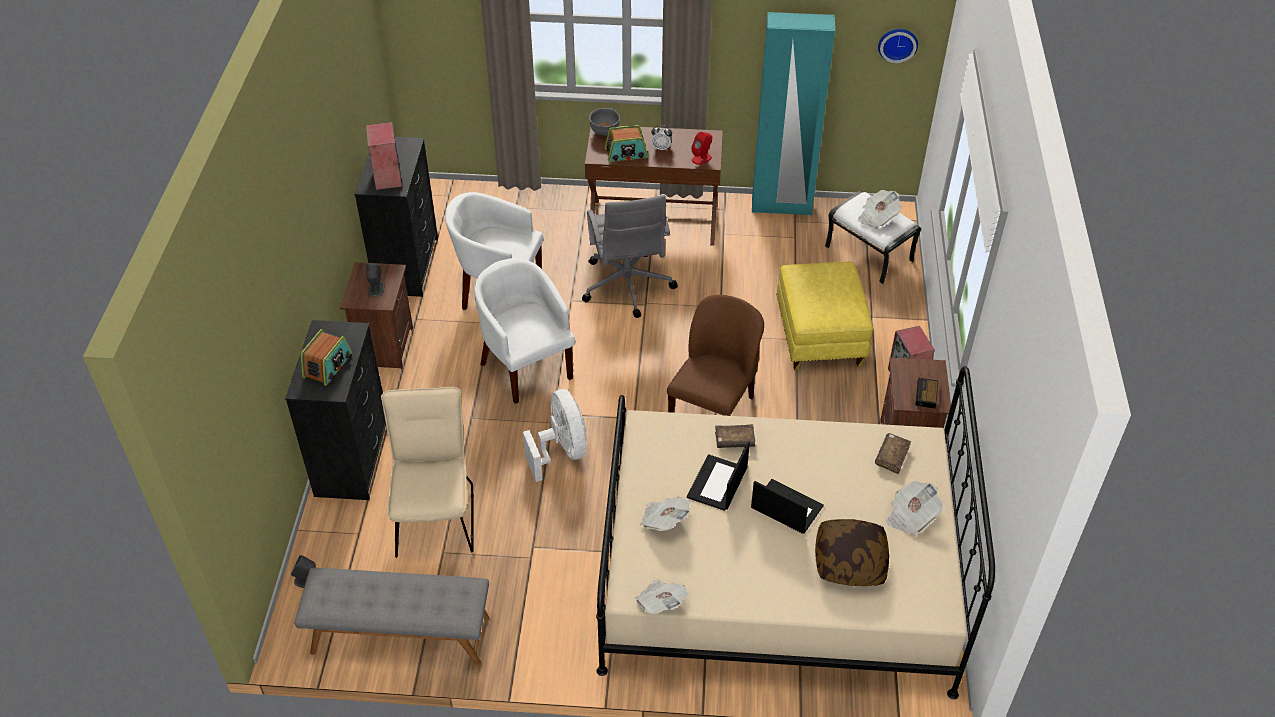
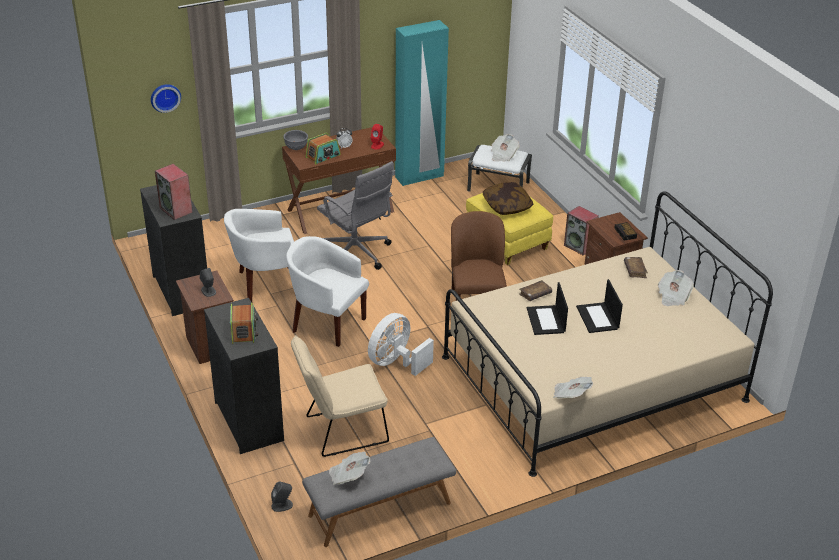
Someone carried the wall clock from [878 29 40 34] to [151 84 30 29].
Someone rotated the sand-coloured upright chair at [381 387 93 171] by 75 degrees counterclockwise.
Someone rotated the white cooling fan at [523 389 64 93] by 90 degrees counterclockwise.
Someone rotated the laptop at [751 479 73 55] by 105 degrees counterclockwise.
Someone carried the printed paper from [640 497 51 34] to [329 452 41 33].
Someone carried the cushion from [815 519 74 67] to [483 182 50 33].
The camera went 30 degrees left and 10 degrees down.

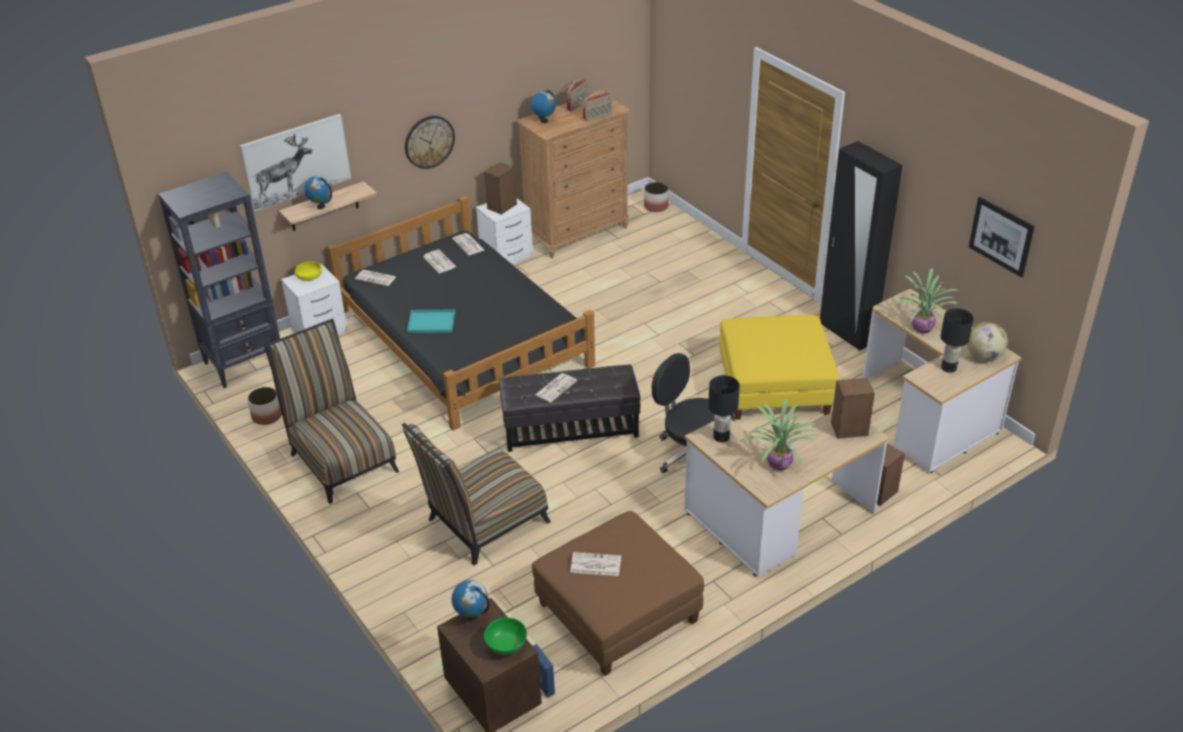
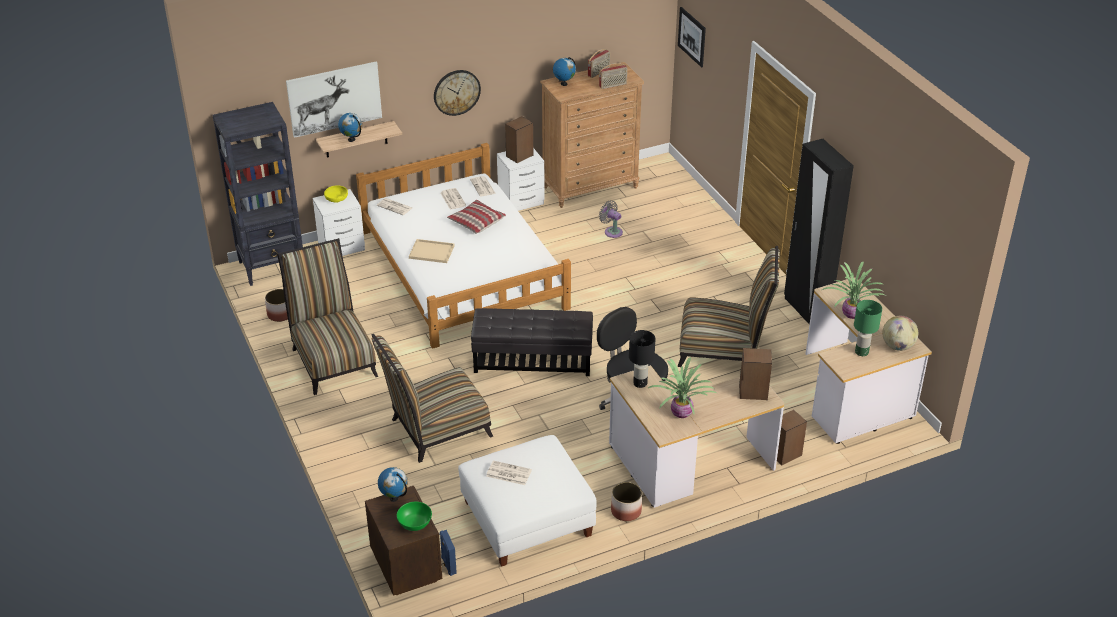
Someone carried the flower pot from [644 182 25 30] to [611 482 31 39].
Someone repainted the black sleeping bed at [327 196 268 235], which became the white sleeping bed at [356 143 215 206].
Someone carried the wall picture from [969 197 66 80] to [678 7 28 60].
Someone repainted the black lamp for a table at [940 308 34 65], which became the greenish lamp for a table at [854 300 28 56].
Someone repainted the turquoise-coloured serving tray at [407 310 48 23], which became the sand-coloured serving tray at [409 239 46 24].
Someone swapped the yellowish ottoman at [719 315 120 105] for the upright chair at [678 246 102 121].
Someone took away the printed paper at [535 373 42 29].
Someone repainted the brown-coloured ottoman at [532 511 172 165], which became the white ottoman at [458 435 139 132].
Someone put down the cushion at [447 200 59 34].
Someone put down the greyish cooling fan at [599 201 24 37].
The camera went 10 degrees right and 0 degrees up.

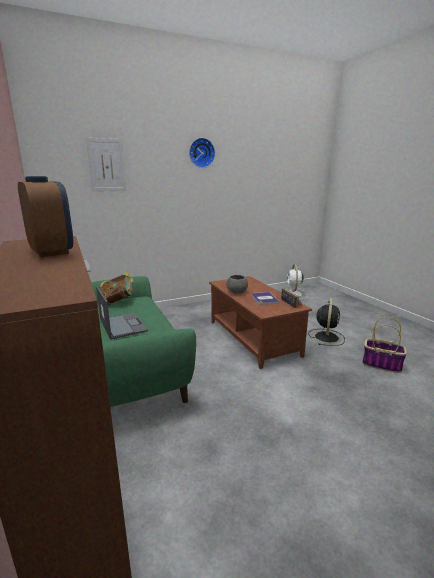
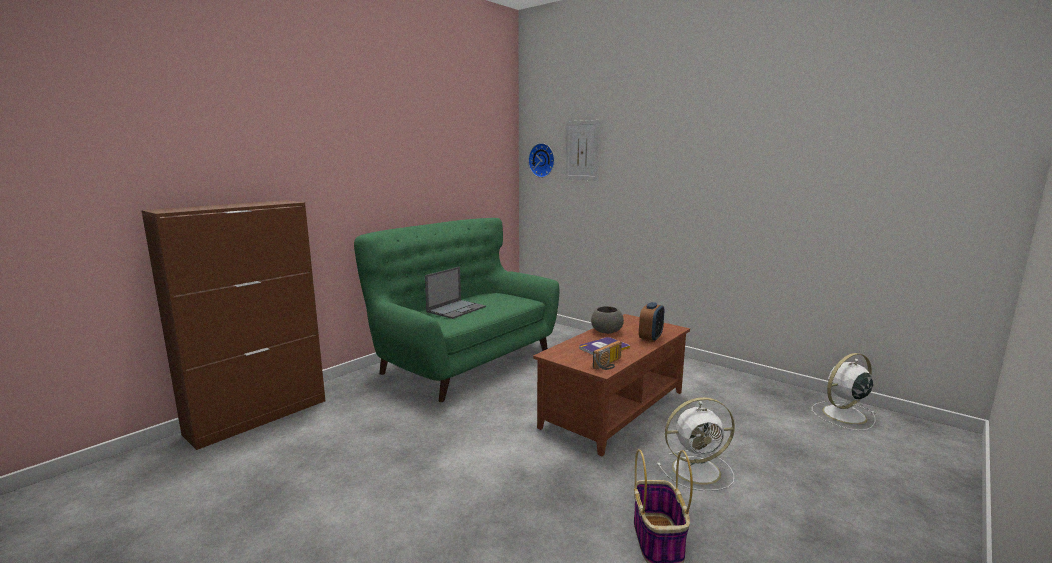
Someone carried the wall clock from [189 138 26 30] to [528 143 27 35].
Someone carried the alarm clock from [18 176 55 81] to [639 302 25 40].
Someone took away the bound book at [100 272 34 33].
Someone repainted the black cooling fan at [308 298 37 48], which became the white cooling fan at [657 397 78 94].
The camera went 65 degrees right and 5 degrees down.

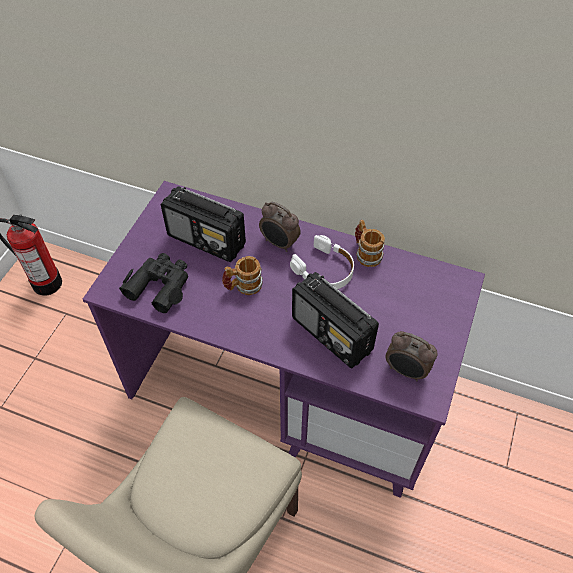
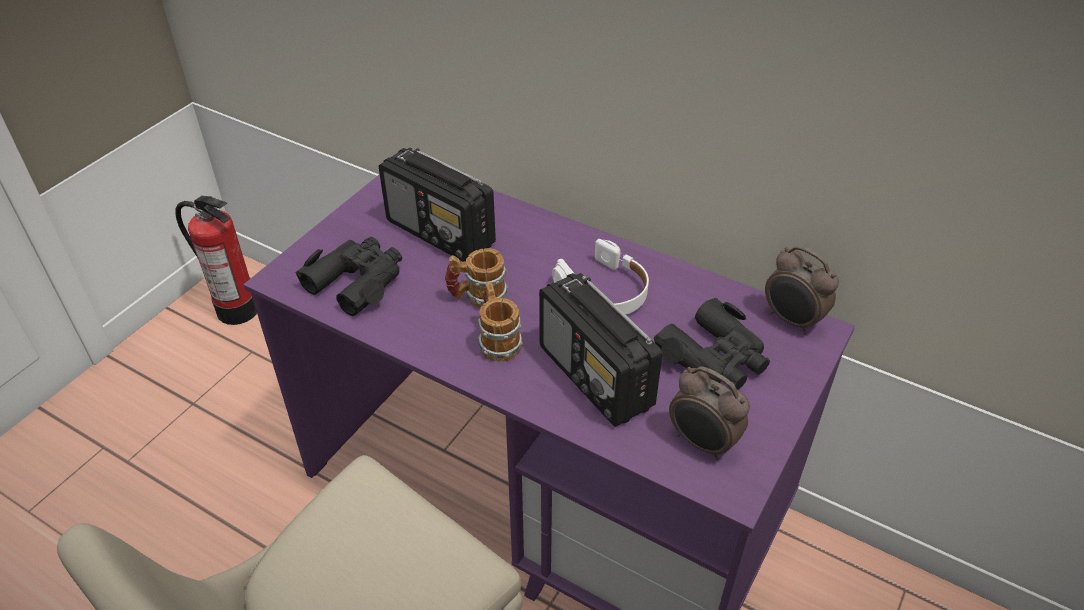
Someone carried the alarm clock from [259 202 42 50] to [765 246 74 88].
Someone carried the tea mug from [355 220 30 47] to [478 282 45 80].
Someone put down the black pair of binoculars at [654 298 116 92].
The camera went 10 degrees right and 10 degrees down.

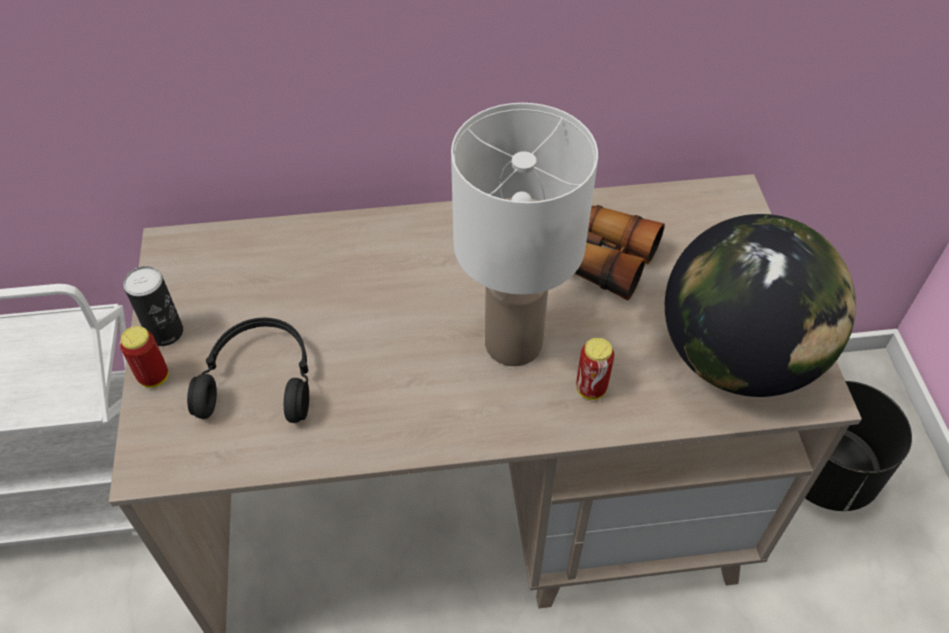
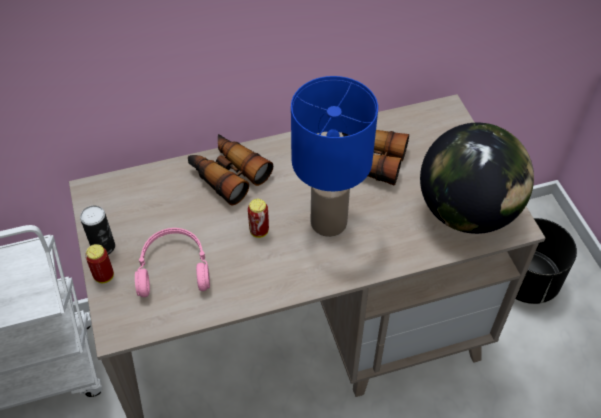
Someone repainted the white lamp for a table at [451 103 147 263], which became the blue-coloured lamp for a table at [291 76 87 161].
Someone repainted the black headphones at [187 318 122 105], which became the pinkish headphones at [135 228 75 69].
Someone carried the can from [576 338 38 62] to [248 199 21 39].
Someone put down the pair of binoculars at [188 134 85 71].
The camera went 10 degrees left and 0 degrees up.

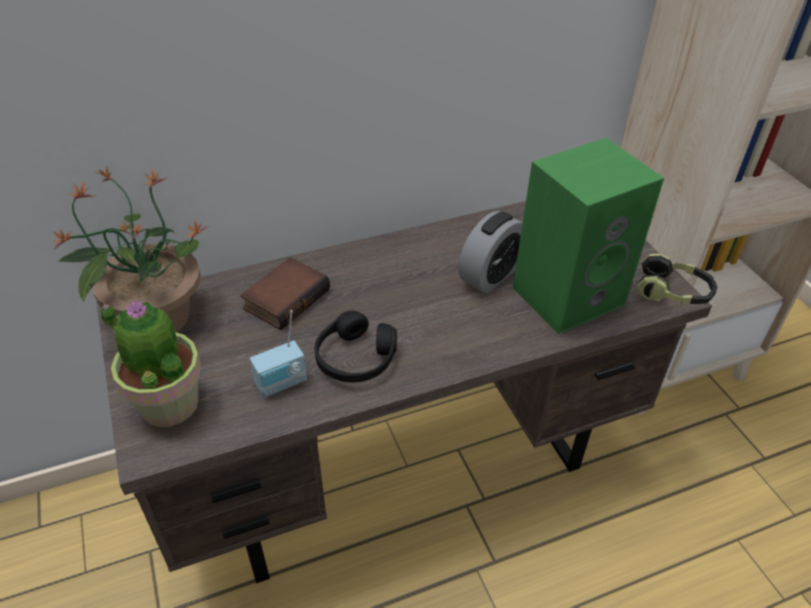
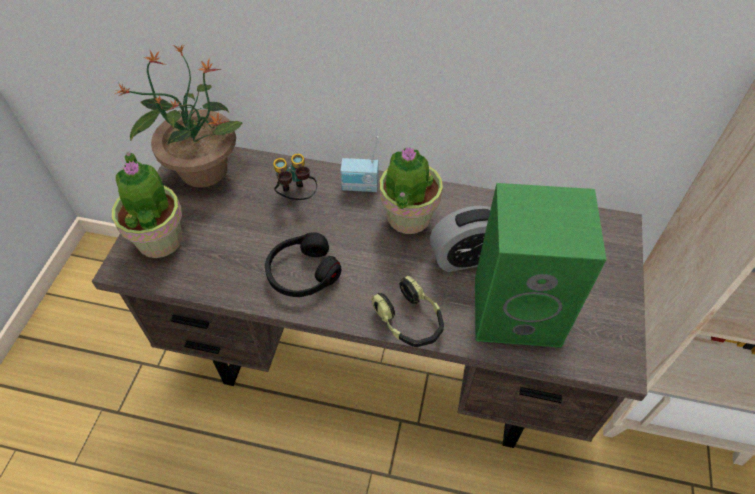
Someone carried the headphones from [637 253 80 52] to [371 276 73 71].
Someone swapped the bound book at [240 257 90 73] for the pair of binoculars at [273 154 44 46].
Someone carried the radio receiver from [250 310 57 88] to [340 136 39 56].
Someone put down the potted plant at [380 147 63 87].
The camera went 35 degrees right and 10 degrees up.

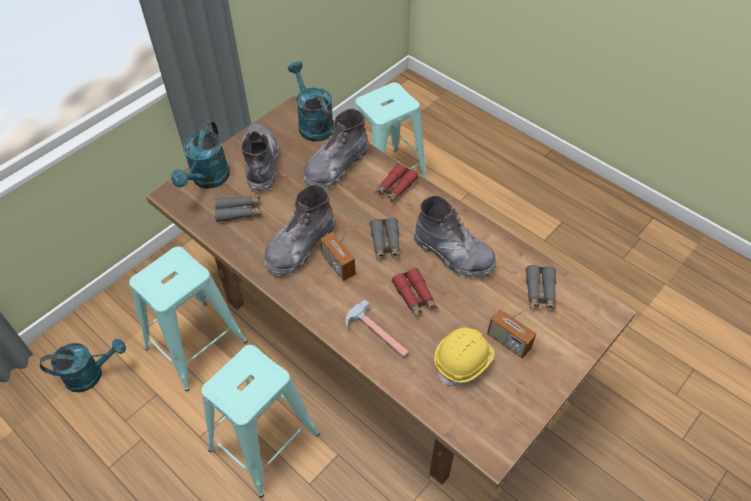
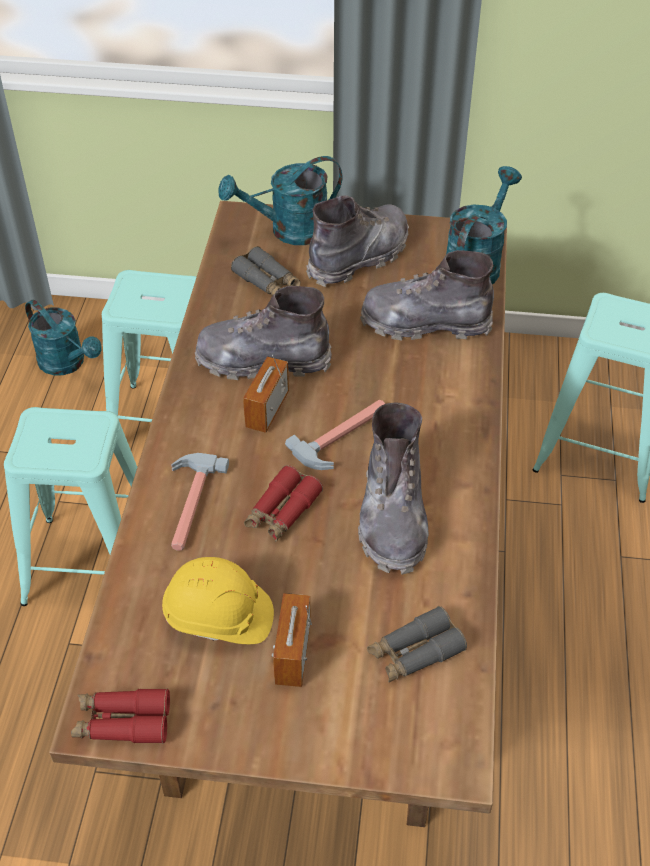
Someone carried the reddish pair of binoculars from [375 163 43 40] to [71 688 99 56].
Someone swapped the greyish pair of binoculars at [370 218 30 42] for the hand hammer at [285 400 100 70].
The camera went 55 degrees right and 5 degrees down.

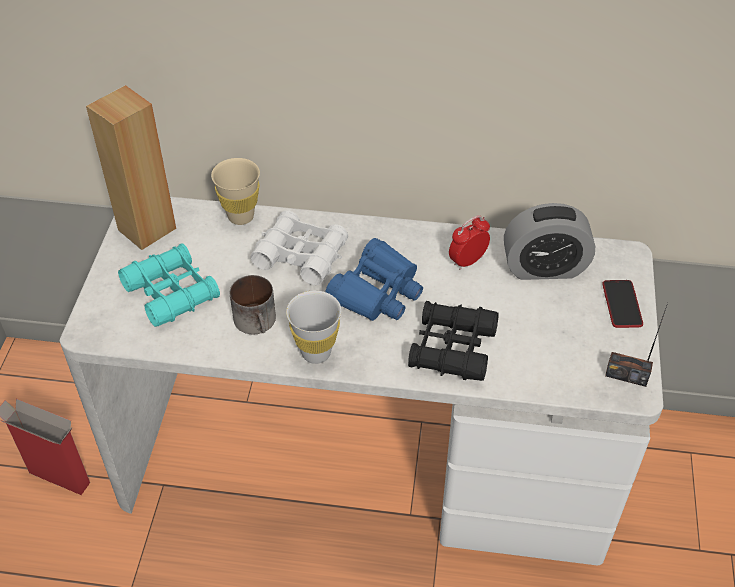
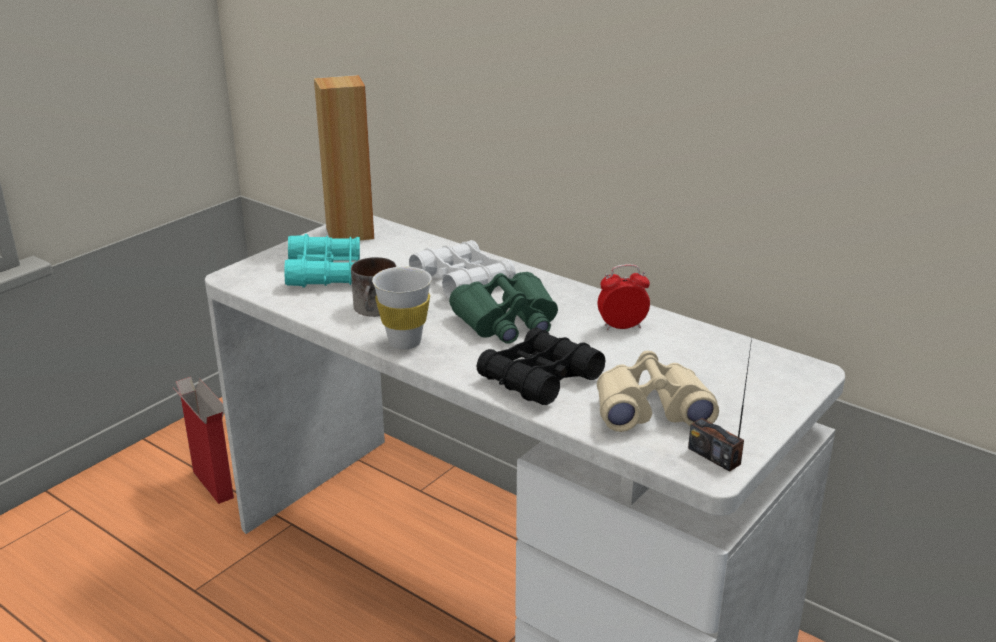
Someone took away the sand-coloured cup at [211 158 49 67].
Someone took away the alarm clock at [504 203 91 77].
Someone repainted the blue-coloured pair of binoculars at [325 238 98 83], which became the greenish pair of binoculars at [449 272 109 72].
Someone took away the telephone at [602 280 41 48].
Someone put down the sand-coloured pair of binoculars at [597 351 122 81].
The camera went 30 degrees right and 20 degrees down.

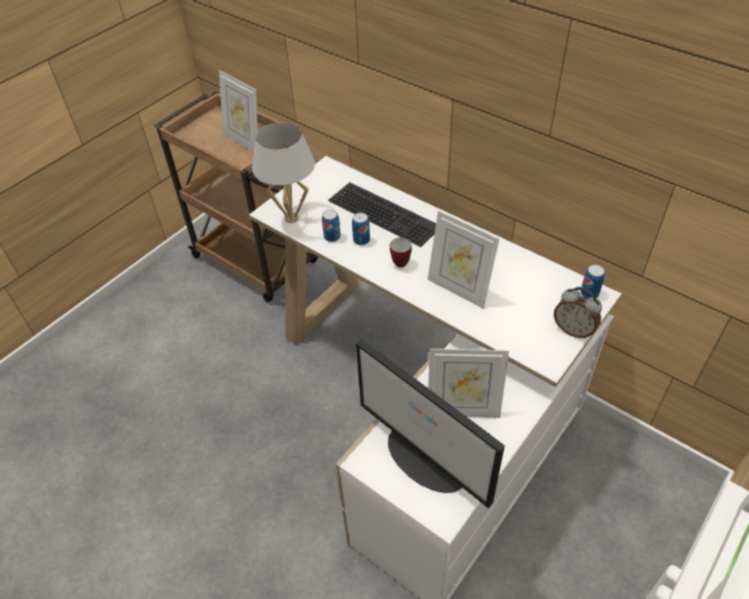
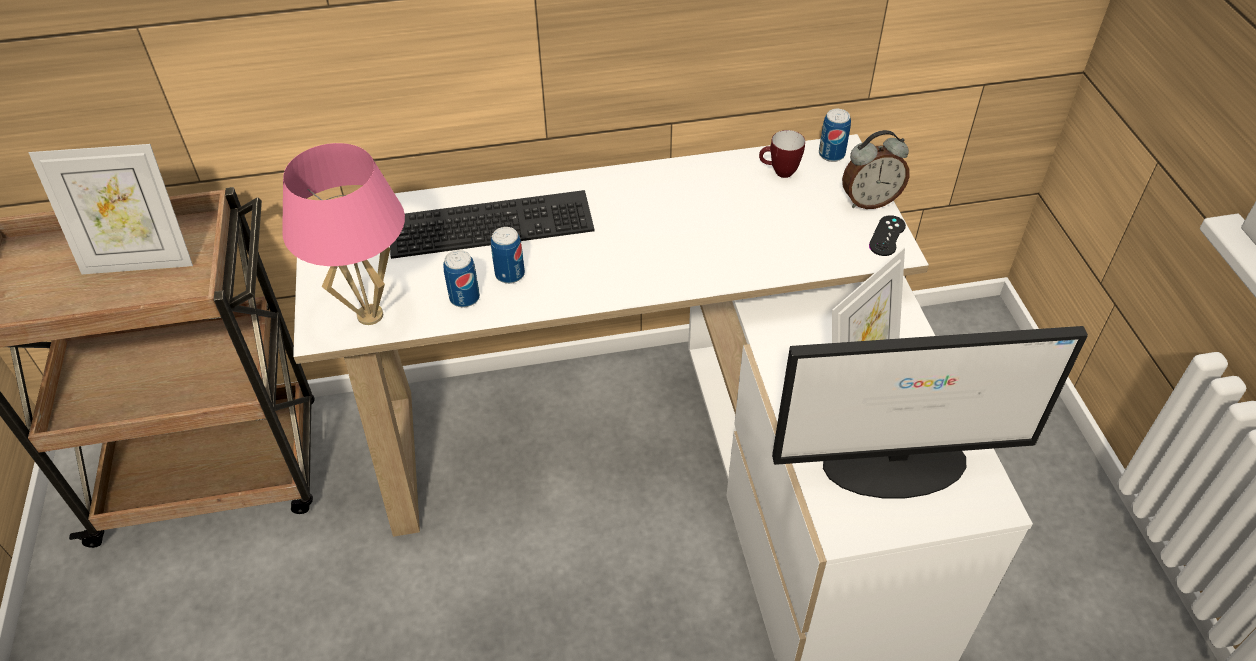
Someone repainted the white lamp for a table at [252 122 63 101], which became the pinkish lamp for a table at [282 143 123 182].
Someone took away the photo frame at [428 211 71 98].
Someone carried the tea mug from [390 237 22 31] to [759 130 46 48].
Someone put down the black game controller at [869 215 37 41].
The camera went 50 degrees left and 0 degrees up.

